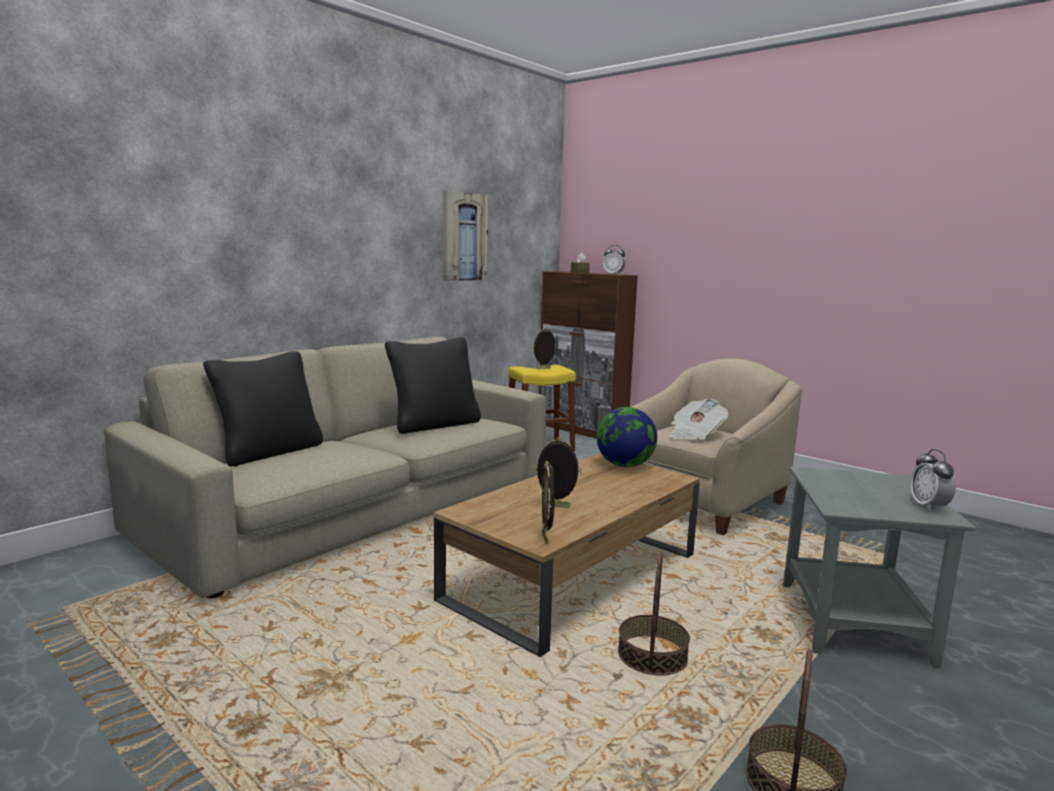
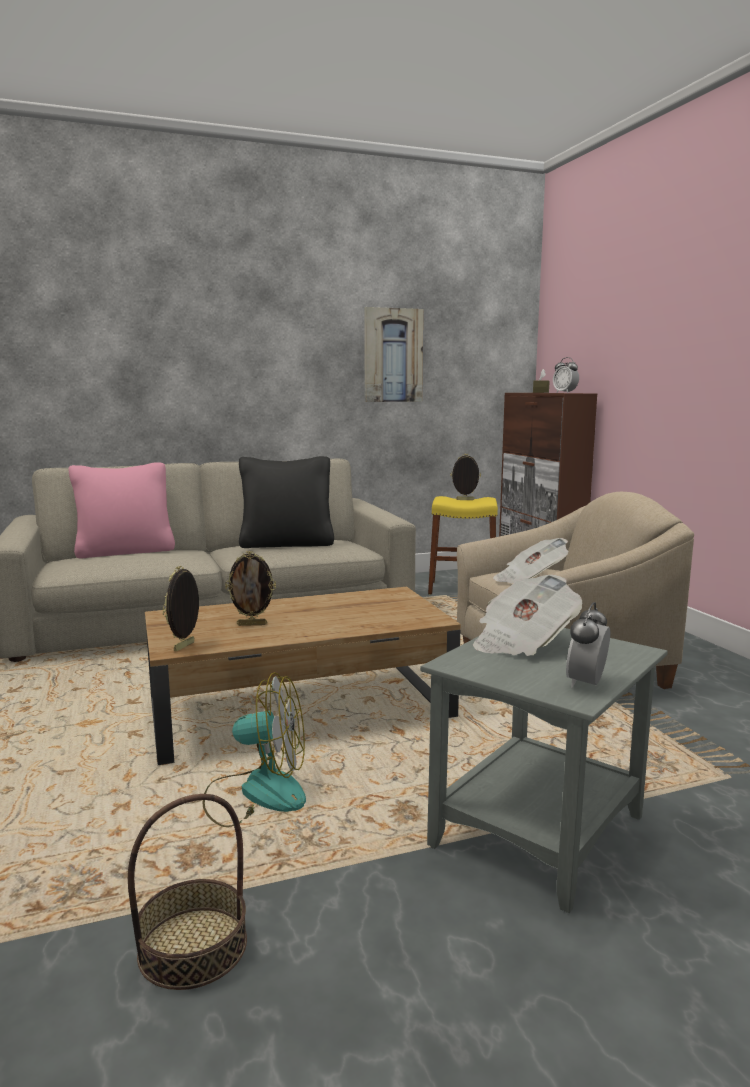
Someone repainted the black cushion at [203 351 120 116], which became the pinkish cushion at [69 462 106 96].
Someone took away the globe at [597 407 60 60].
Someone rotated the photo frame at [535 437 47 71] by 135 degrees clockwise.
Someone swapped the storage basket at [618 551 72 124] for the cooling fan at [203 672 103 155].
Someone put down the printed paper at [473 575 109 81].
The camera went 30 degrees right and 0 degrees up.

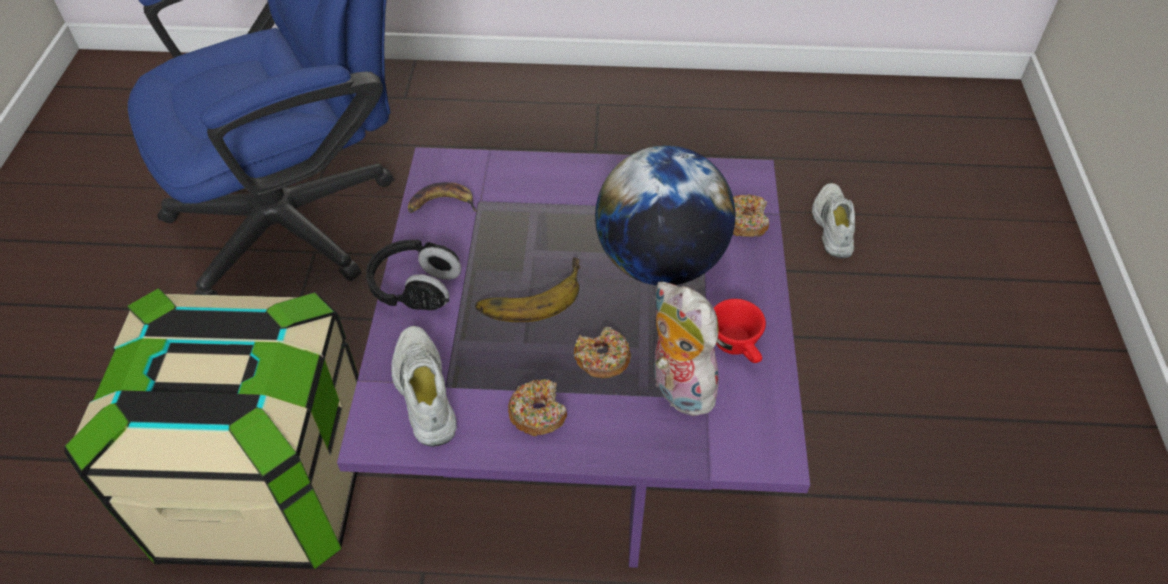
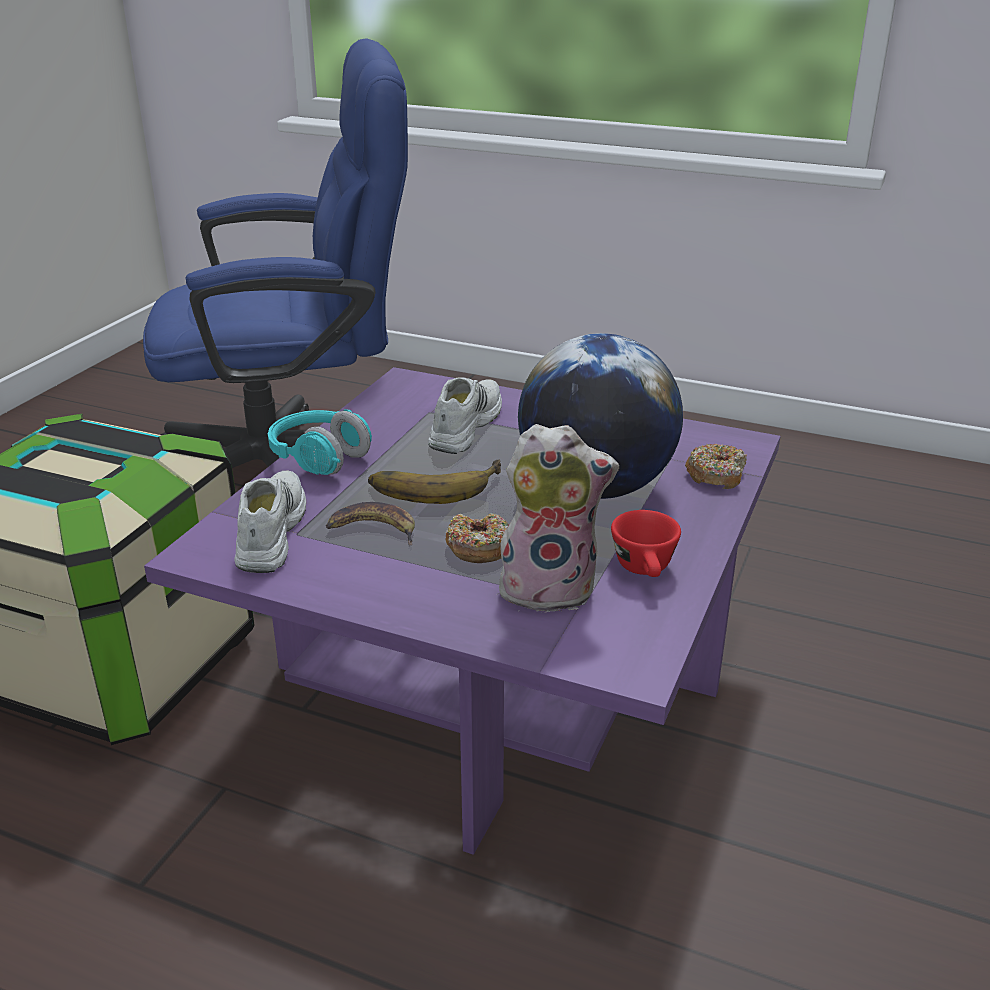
Someone carried the whole banana from [408 182 70 31] to [326 502 89 43].
Someone carried the white shoe from [812 183 43 75] to [428 377 74 77].
Someone repainted the black headphones at [366 239 95 71], which became the turquoise-coloured headphones at [268 409 104 66].
Someone rotated the soft toy at [654 282 65 134] by 105 degrees clockwise.
Someone took away the doughnut at [508 379 59 57].
The camera went 20 degrees right and 20 degrees down.

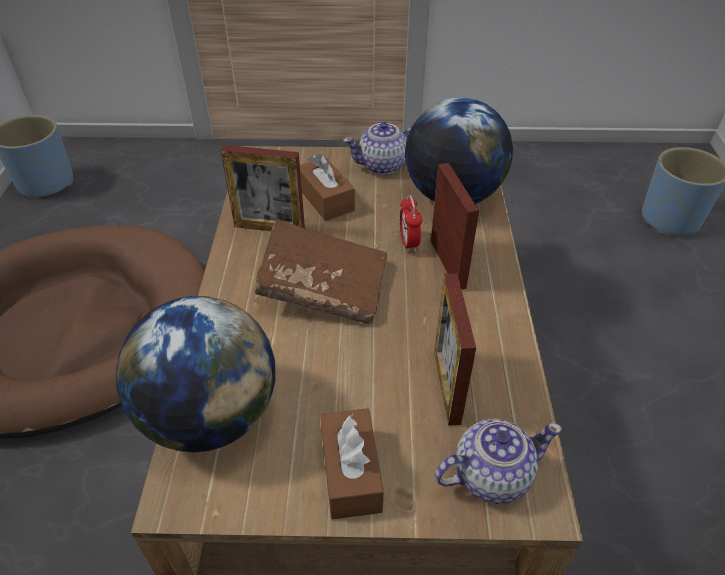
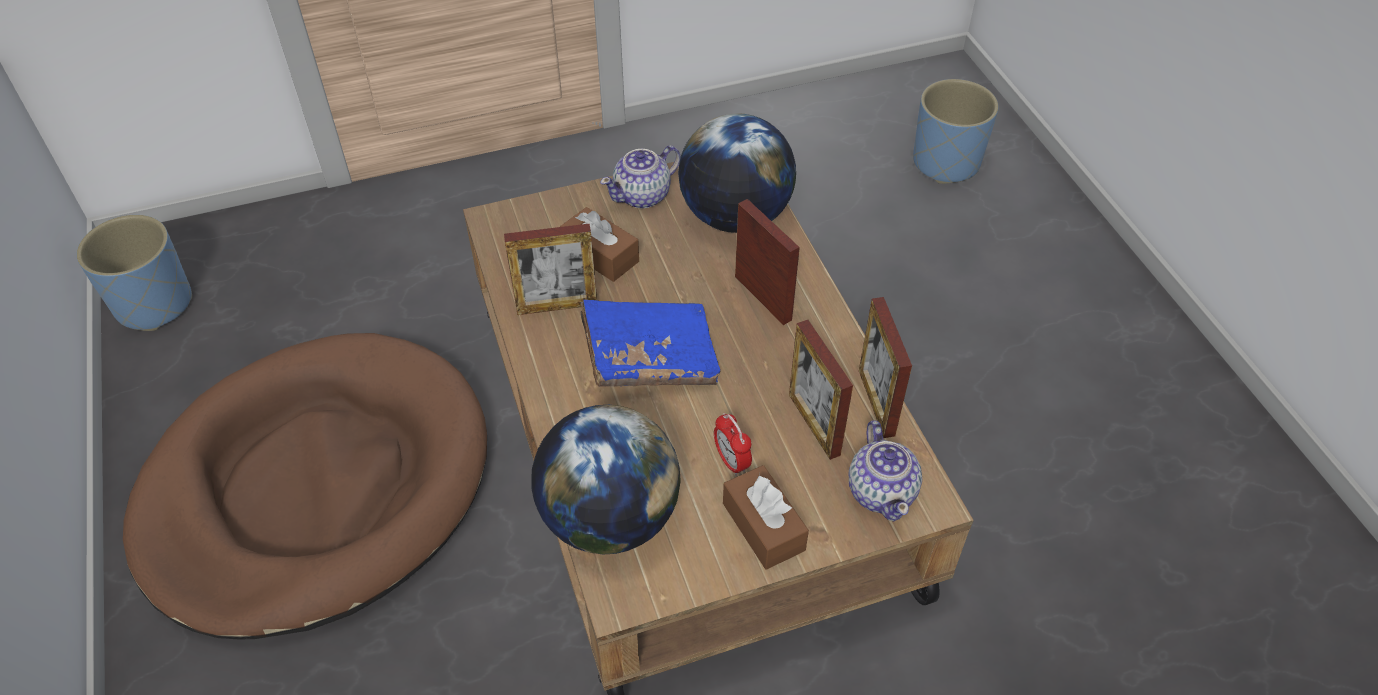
Someone carried the alarm clock from [400 195 22 57] to [714 413 38 63].
Someone repainted the brown-coloured bound book at [254 219 133 105], which became the blue-coloured bound book at [580 300 140 87].
Someone rotated the teapot at [434 419 128 85] by 120 degrees clockwise.
Someone put down the photo frame at [859 297 53 141].
The camera went 20 degrees left and 5 degrees up.

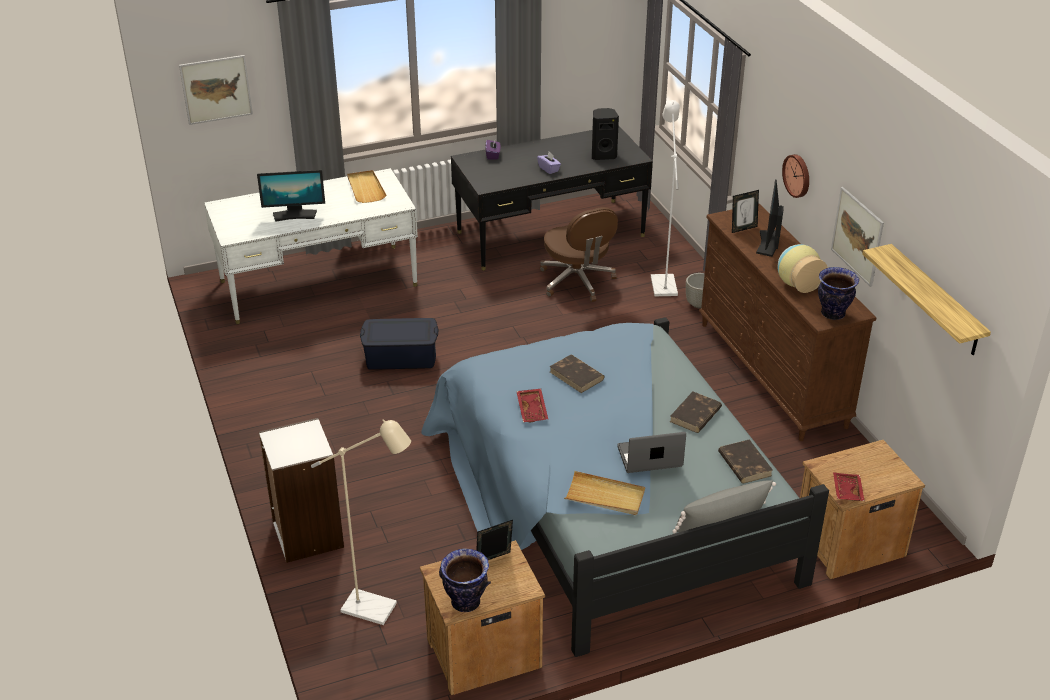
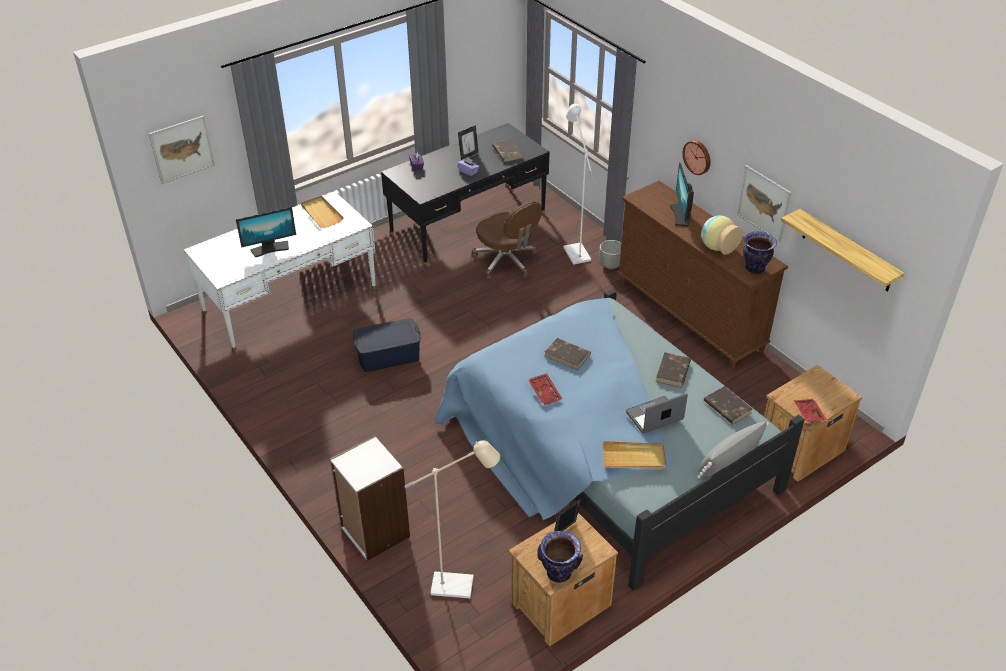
Someone swapped the black audio speaker at [592 108 27 52] for the brown-coloured bound book at [492 139 31 23].
Someone carried the photo frame from [732 190 27 43] to [458 125 20 35].
The camera went 15 degrees left and 5 degrees up.

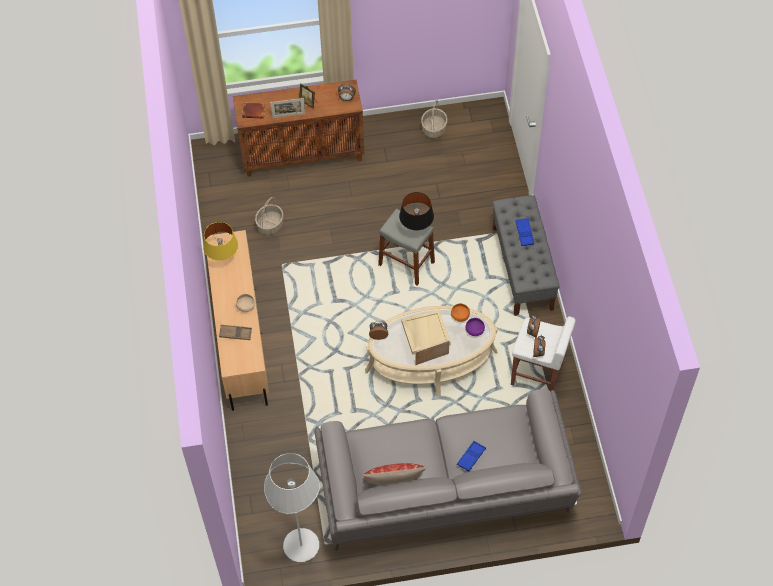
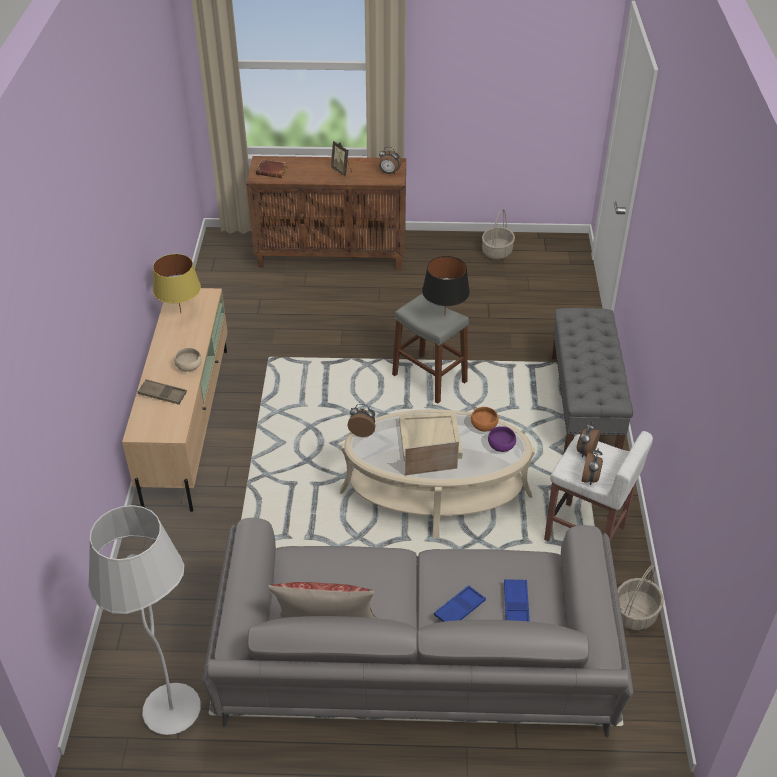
Someone took away the photo frame at [270 98 35 20].
Someone carried the storage basket from [255 197 28 38] to [617 565 47 65].
Someone carried the blue-coloured serving tray from [516 218 18 28] to [504 579 26 43].
The camera went 10 degrees right and 15 degrees down.

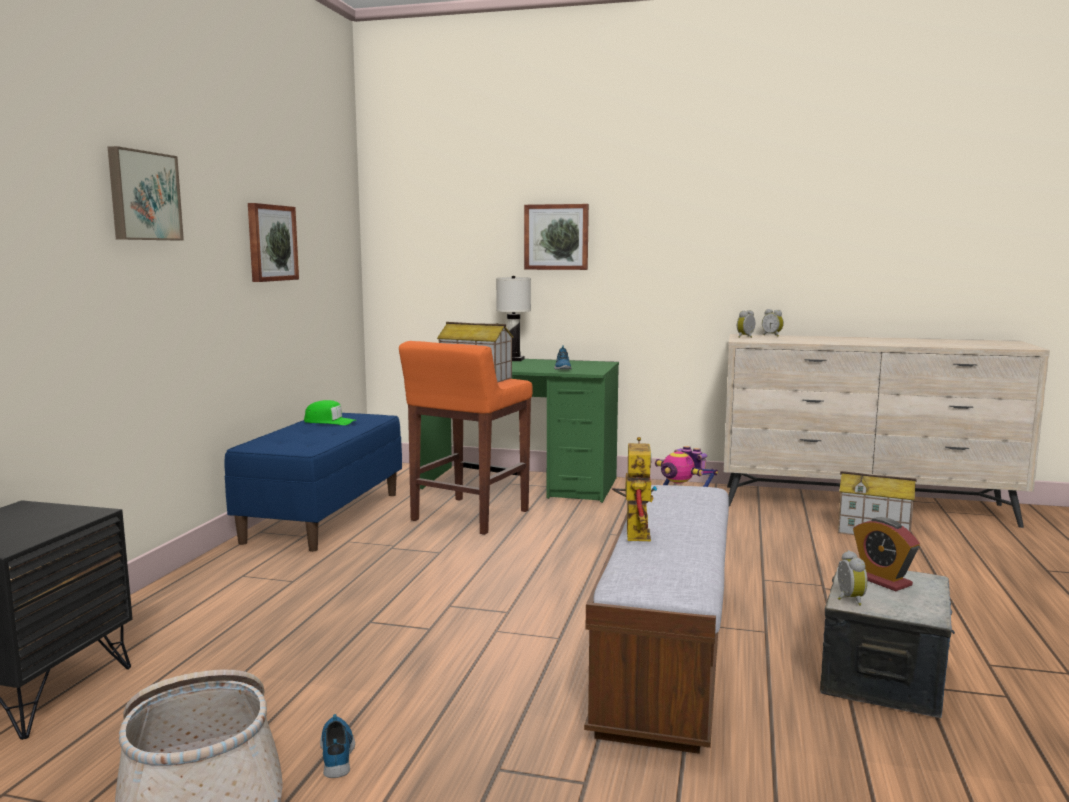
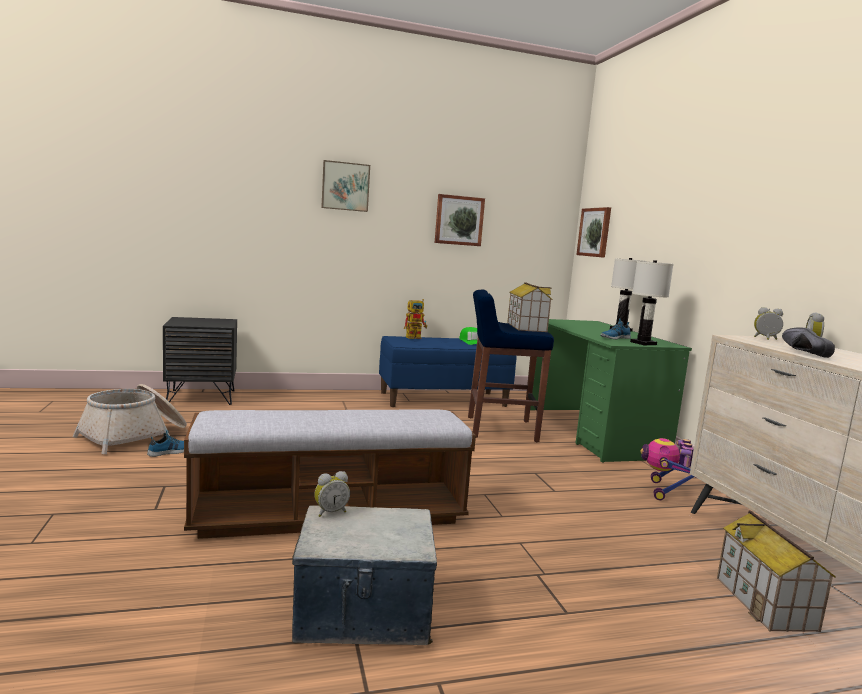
Someone carried the wall picture from [524 204 65 66] to [576 207 35 51].
Someone repainted the orange stool seat at [399 341 134 194], which became the blue-coloured stool seat at [468 290 86 152].
Someone carried the model robot from [612 437 45 104] to [404 299 23 40].
Someone took away the alarm clock at [853 517 67 74].
Someone put down the white lamp for a table at [630 260 44 85].
Someone put down the black shoe at [782 327 53 31].
The camera went 60 degrees right and 0 degrees up.

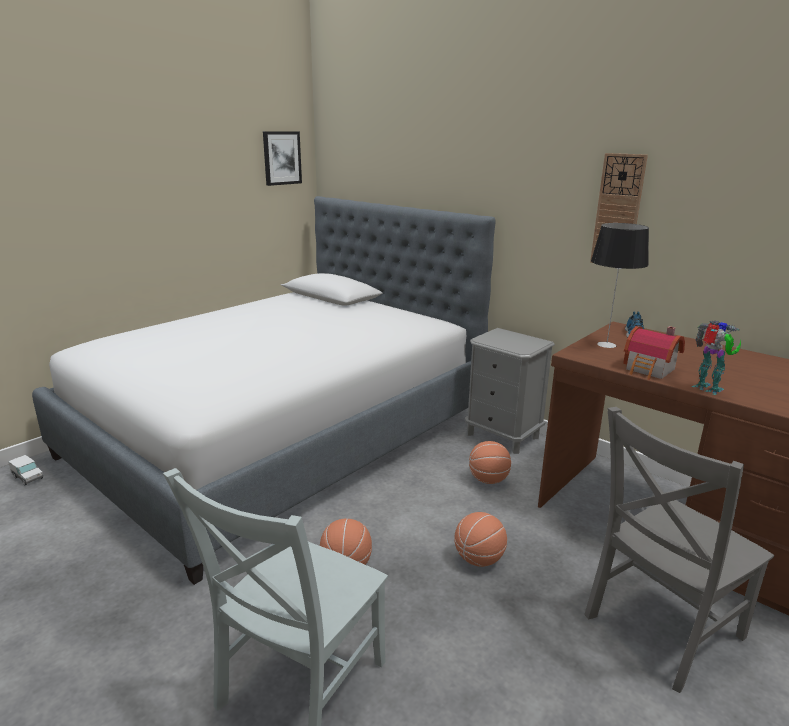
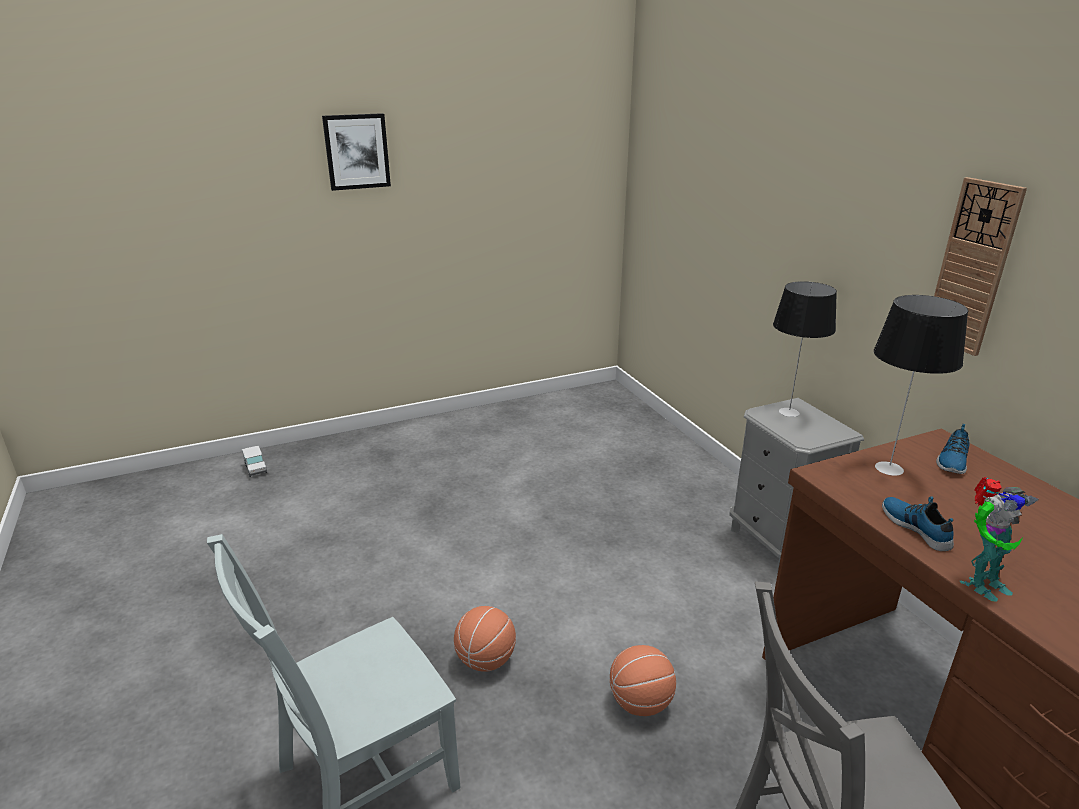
Someone carried the wall picture from [263 131 39 55] to [322 113 69 78].
Someone took away the sleeping bed at [32 196 464 389].
Someone rotated the model robot at [692 320 49 75] by 75 degrees clockwise.
Someone swapped the model house at [623 326 62 54] for the shoe at [882 496 72 55].
Someone took away the basketball at [469 441 42 43].
Someone put down the lamp for a table at [773 281 64 136].
The camera went 25 degrees right and 5 degrees up.

